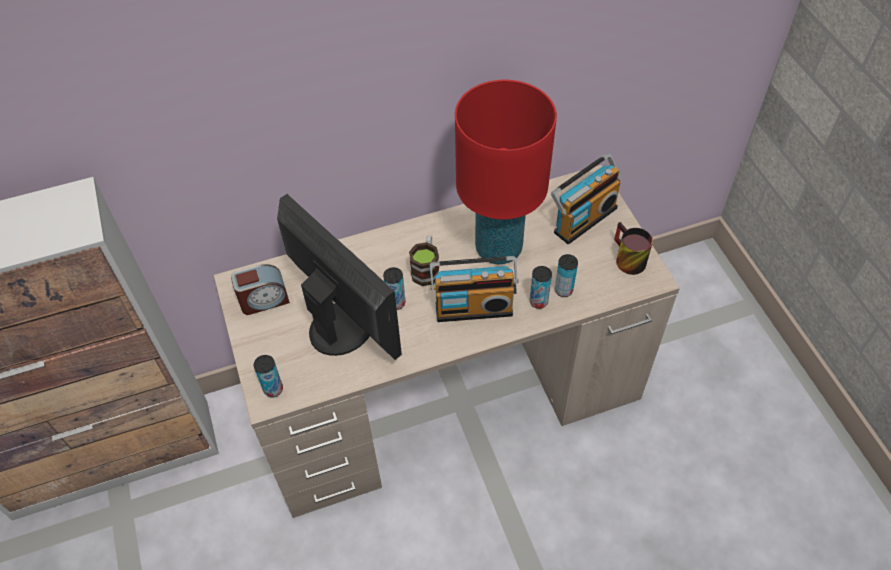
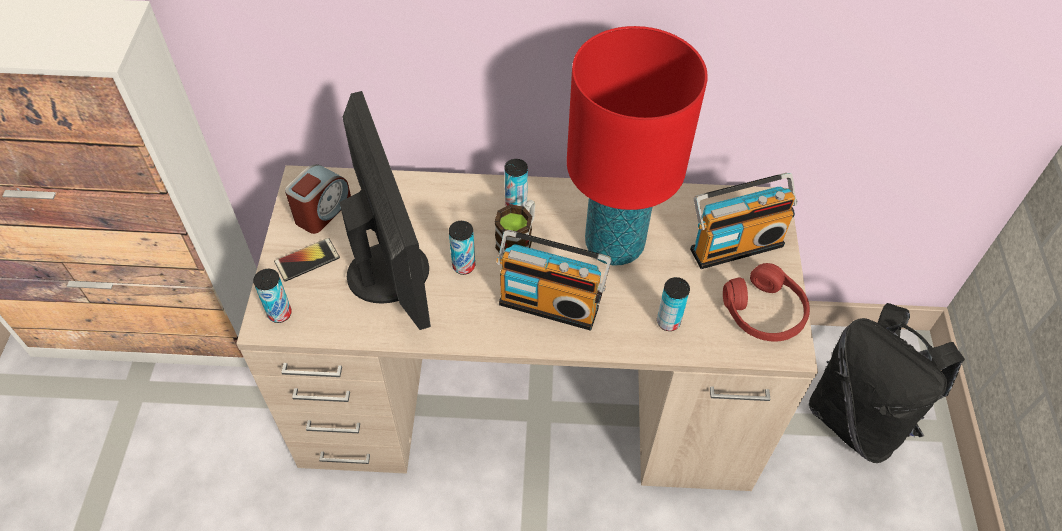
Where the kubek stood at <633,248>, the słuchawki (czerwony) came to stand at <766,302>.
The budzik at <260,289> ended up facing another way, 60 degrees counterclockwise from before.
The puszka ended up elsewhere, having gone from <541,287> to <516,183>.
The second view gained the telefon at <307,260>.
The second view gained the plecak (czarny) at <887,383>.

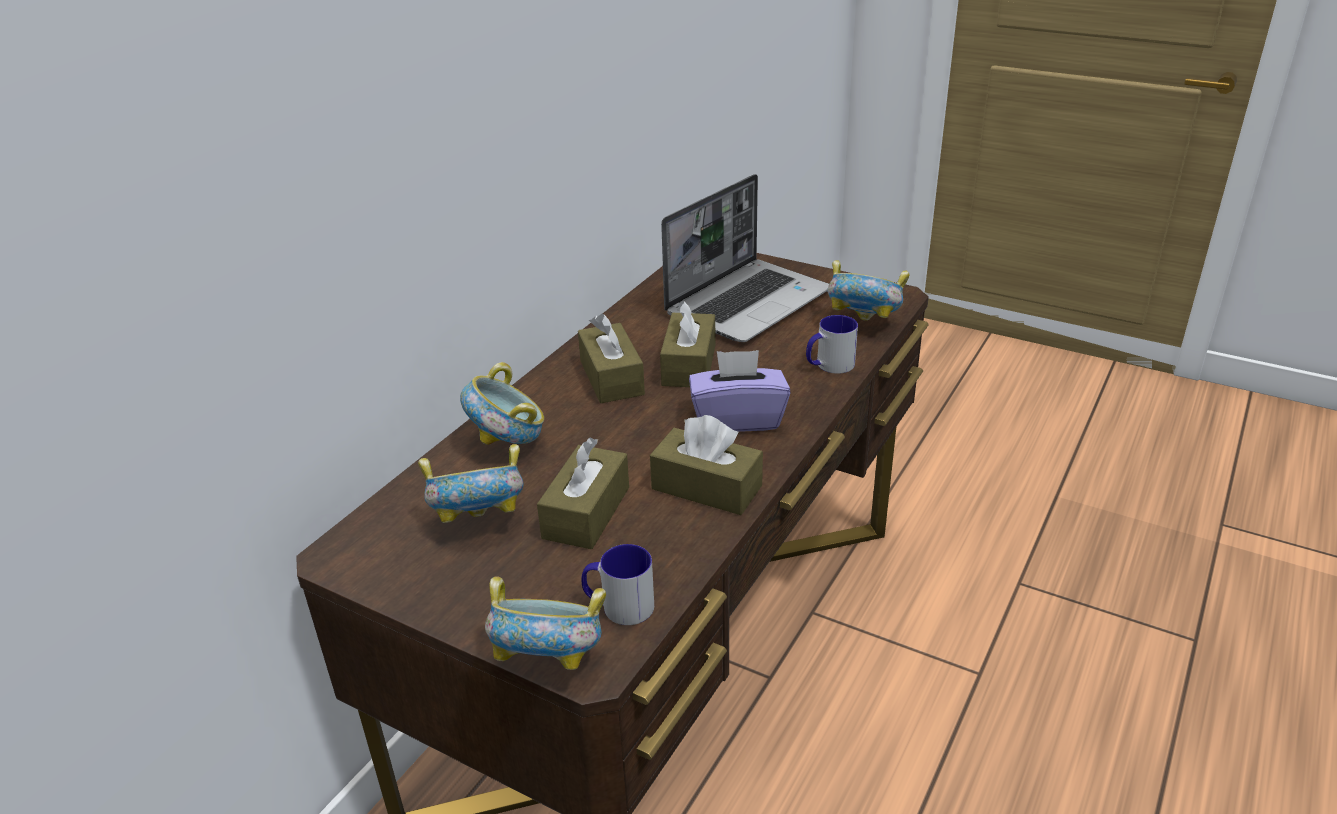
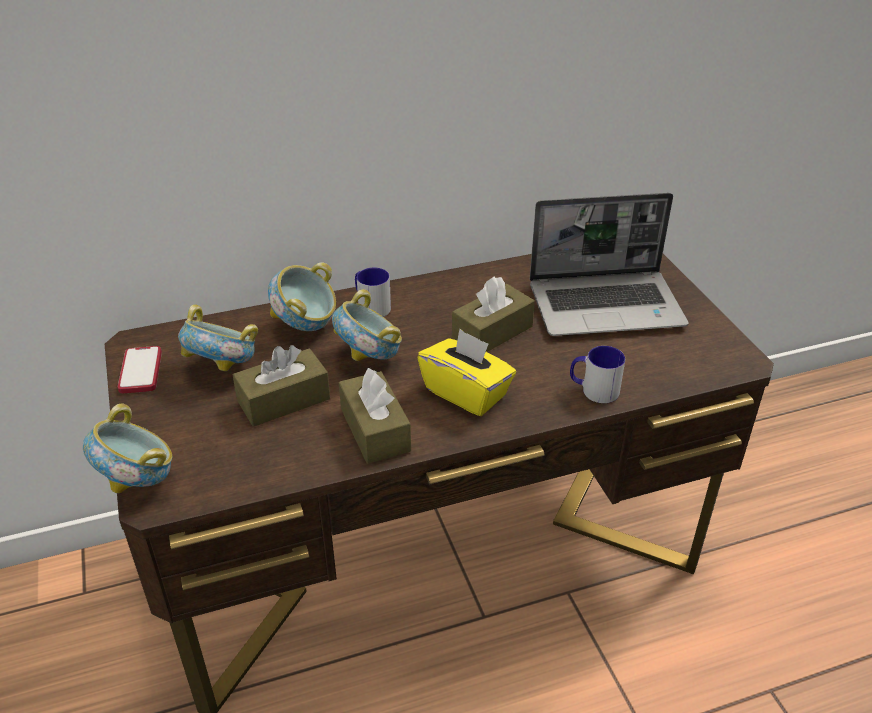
The miska ended up elsewhere, having gone from <868,290> to <367,325>.
The second view lost the pudełko chusteczek (brązowy) at <611,358>.
What was the pudełko chusteczek (fioletowy) at <740,391> turned into the pudełko chusteczek (żółty) at <466,372>.
The kubek ended up elsewhere, having gone from <617,584> to <373,292>.
The second view gained the telefon at <140,370>.

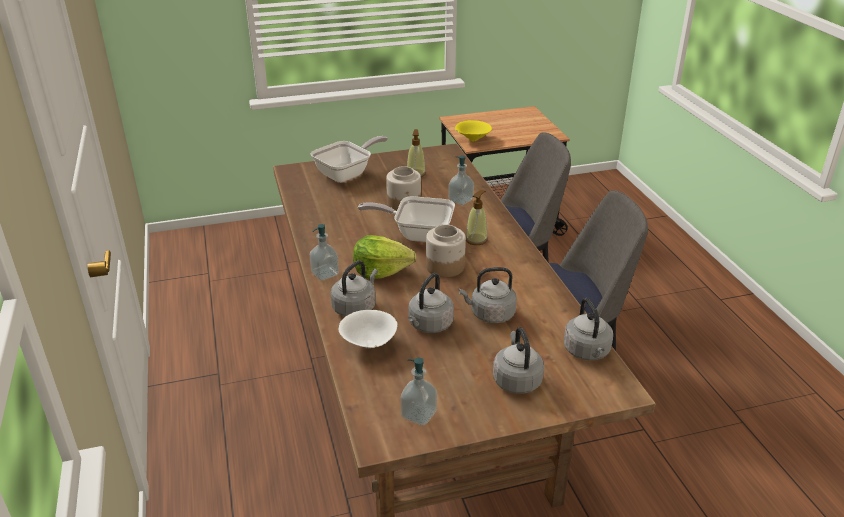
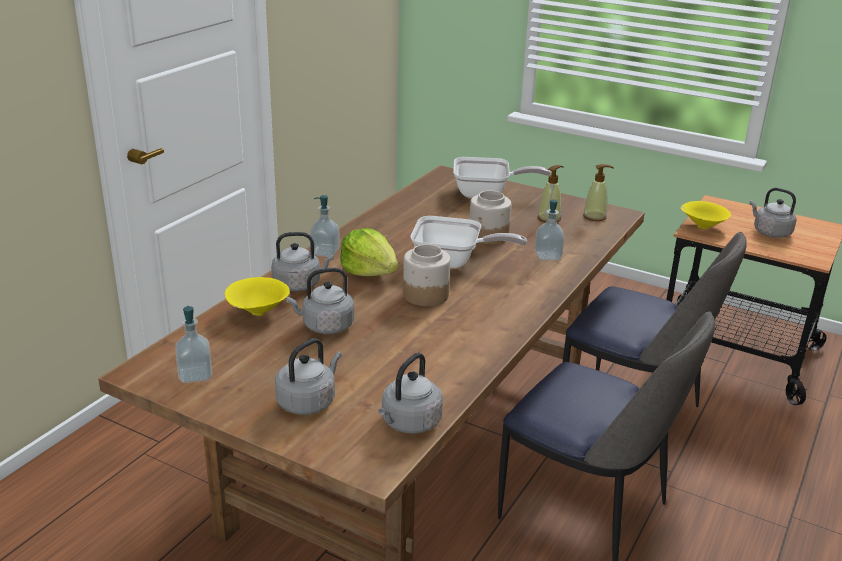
The dozownik mydła ended up elsewhere, having gone from <477,217> to <598,192>.
The patelnia at <406,219> ended up facing another way, 135 degrees clockwise from before.
The czajnik (szary) ended up elsewhere, having gone from <488,295> to <773,213>.
What was the miska (biały) at <368,329> turned into the miska (żółty) at <257,296>.

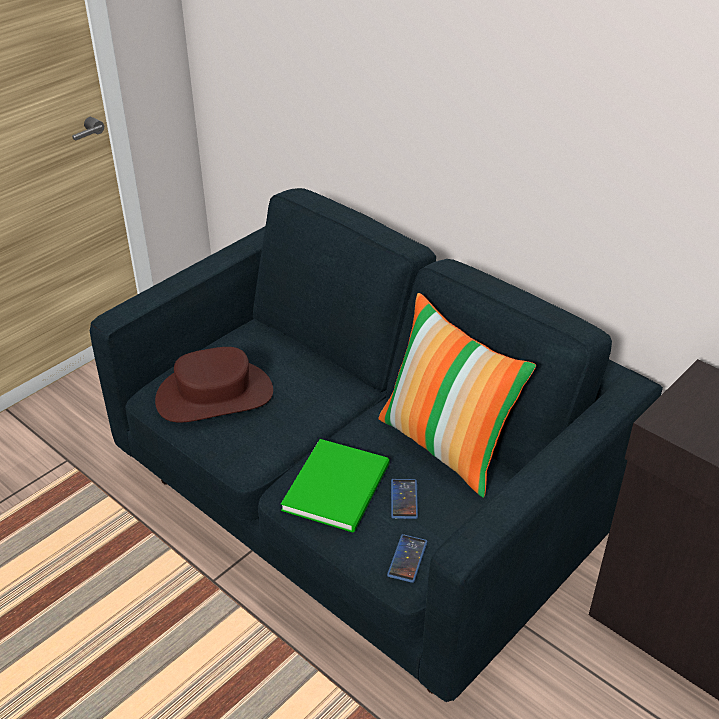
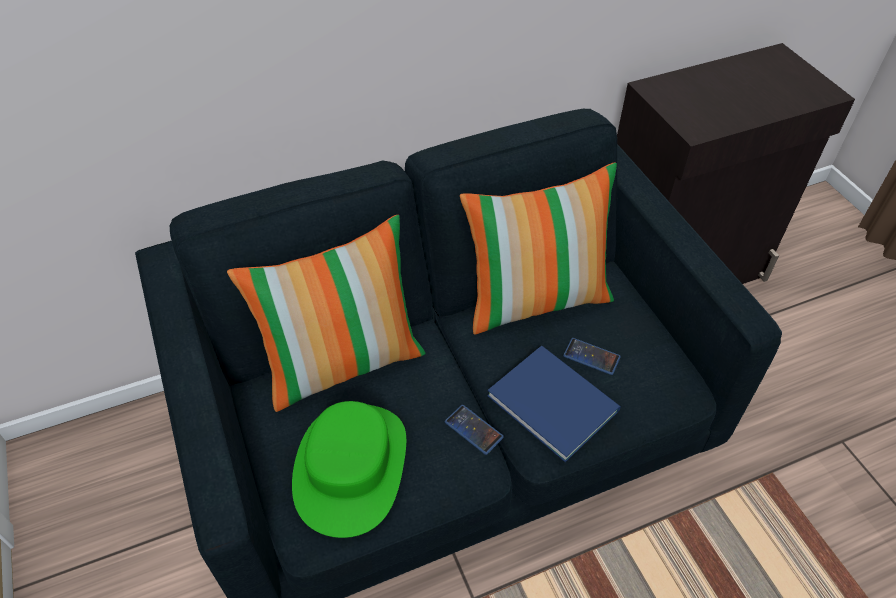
What was the kapelusz (brązowy) at <214,385> turned into the kapelusz (zielony) at <349,469>.
What was the książka (zielony) at <335,485> turned into the książka (niebieski) at <554,404>.
The telefon ended up elsewhere, having gone from <407,558> to <474,430>.
The second view gained the poduszka at <326,313>.

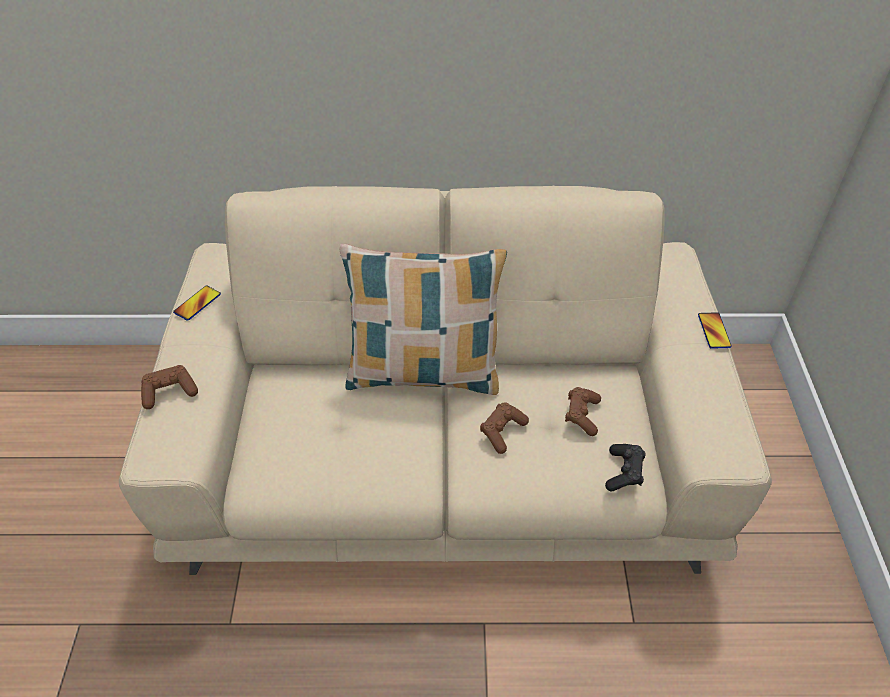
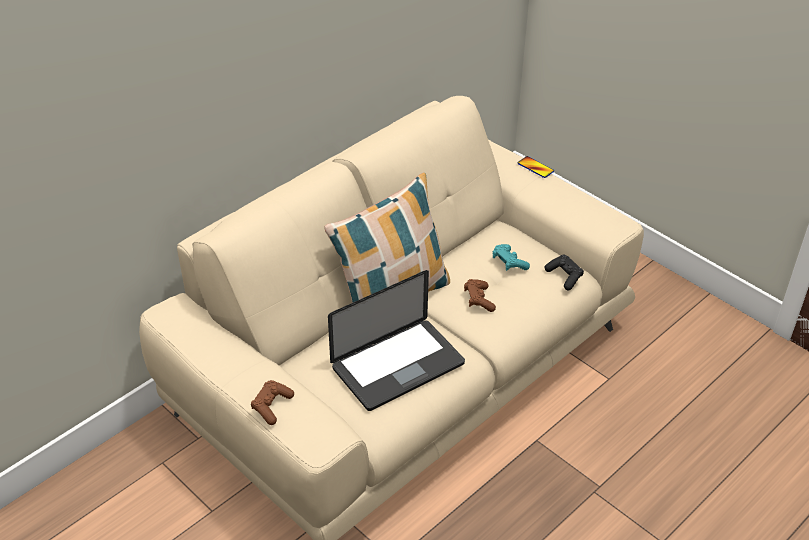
The second view lost the telefon at <197,303>.
What was the pad do gier (brązowy) at <583,411> turned into the pad do gier (turkusowy) at <511,257>.
The second view gained the laptop at <396,340>.

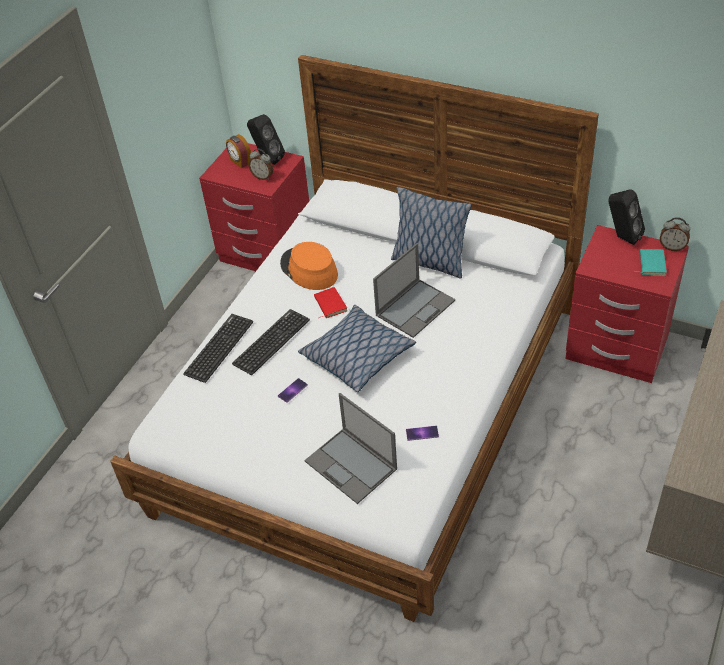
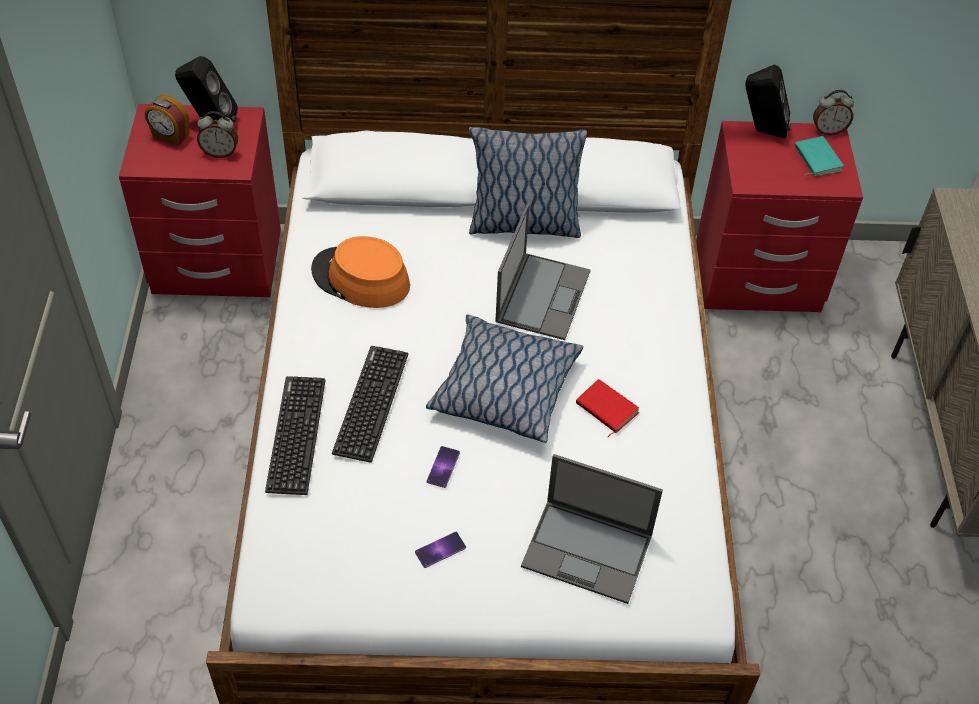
The książka (czerwony) ended up elsewhere, having gone from <330,302> to <607,408>.
The telefon ended up elsewhere, having gone from <422,433> to <440,550>.

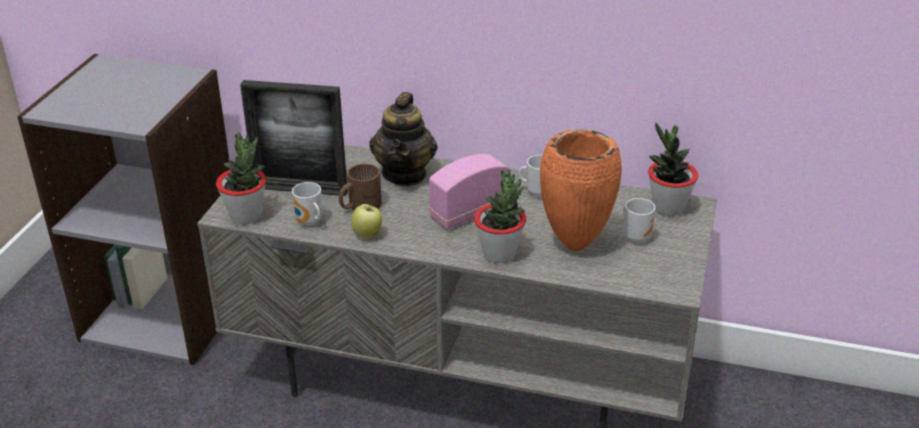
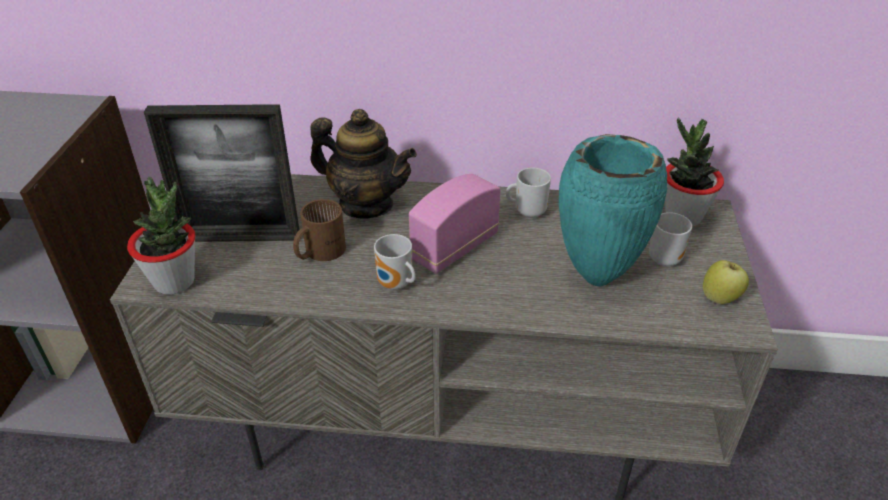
The imbryk at <403,139> ended up facing another way, 60 degrees counterclockwise from before.
What was the wazon (pomarańczowy) at <581,190> turned into the wazon (turkusowy) at <613,210>.
The second view lost the roślina doniczkowa at <500,215>.
The kubek ended up elsewhere, having gone from <307,204> to <395,262>.
The jabłko ended up elsewhere, having gone from <366,221> to <726,282>.

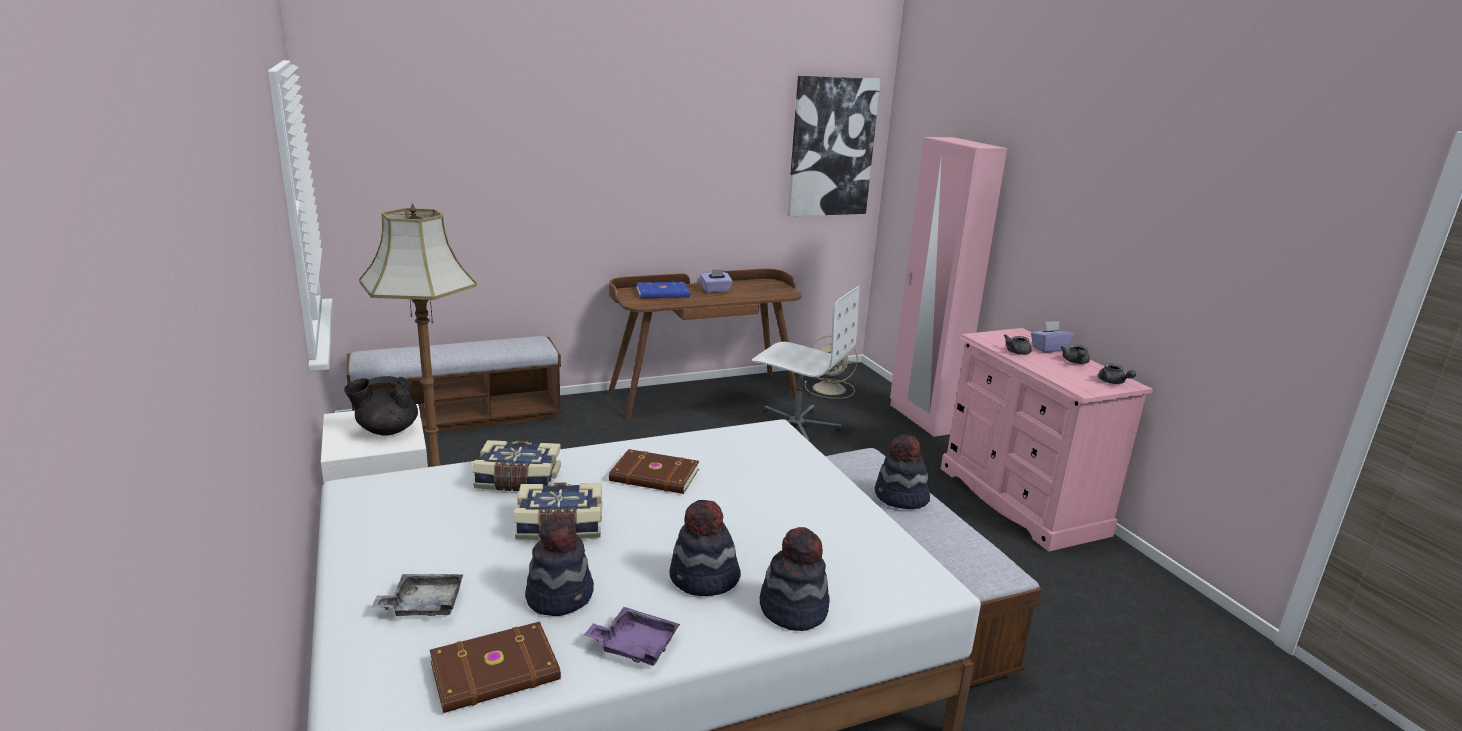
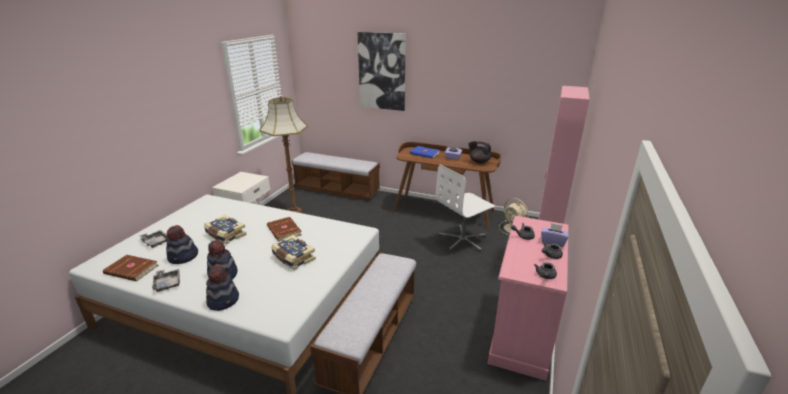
The obraz ended up elsewhere, having gone from <834,146> to <381,71>.
The krzesło biurowe (biały) at <806,363> ended up facing another way, 75 degrees clockwise from before.
The imbryk (czarny) ended up elsewhere, having gone from <381,406> to <479,152>.
The second view lost the kapelusz at <902,471>.
The książka ended up elsewhere, having gone from <516,465> to <293,252>.
What was the taca (fioletowy) at <632,636> turned into the taca (szary) at <166,280>.

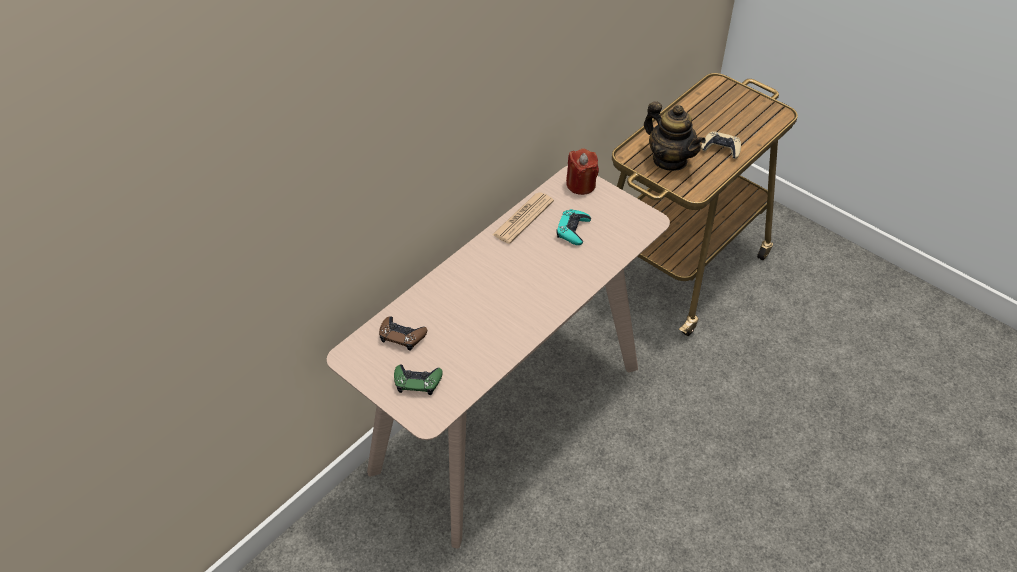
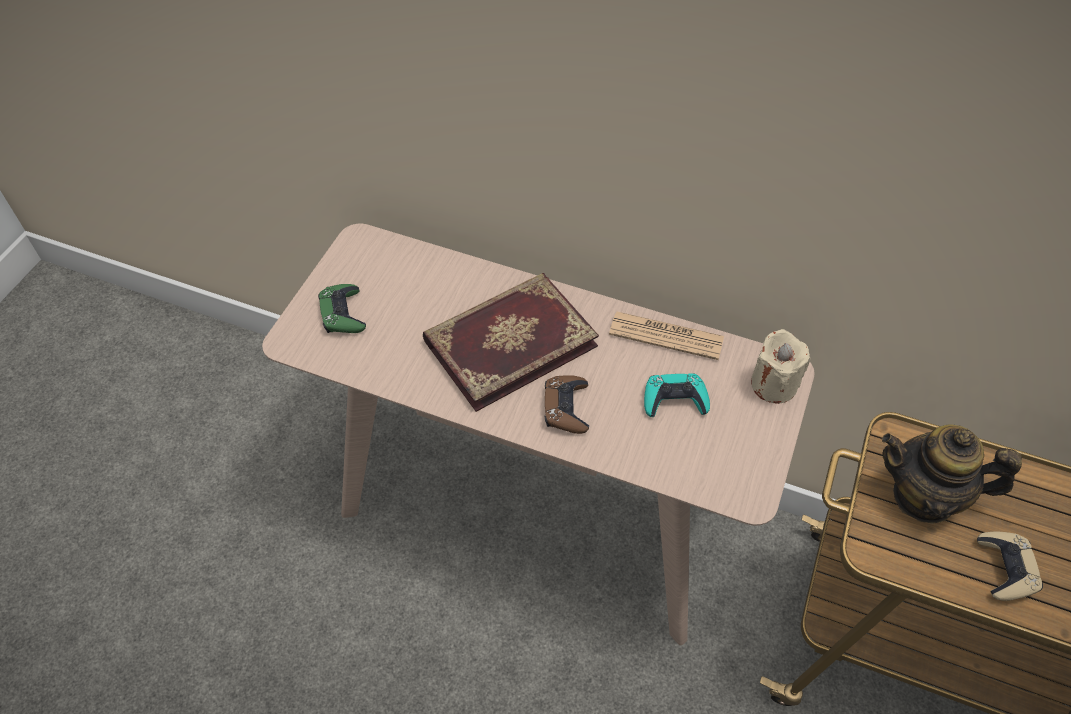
The imbryk at <675,136> ended up facing another way, 75 degrees clockwise from before.
What was the świeca (czerwony) at <582,171> turned into the świeca (beżowy) at <780,366>.
The pad do gier (brązowy) ended up elsewhere, having gone from <403,333> to <567,404>.
The second view gained the książka at <511,342>.

